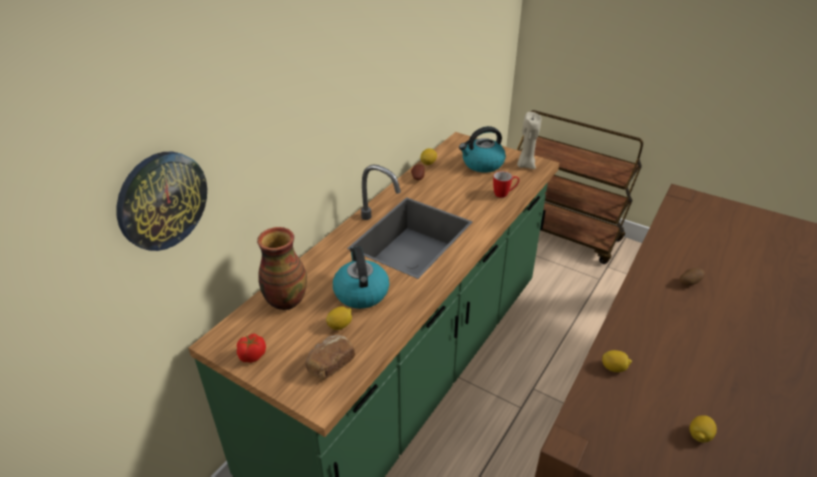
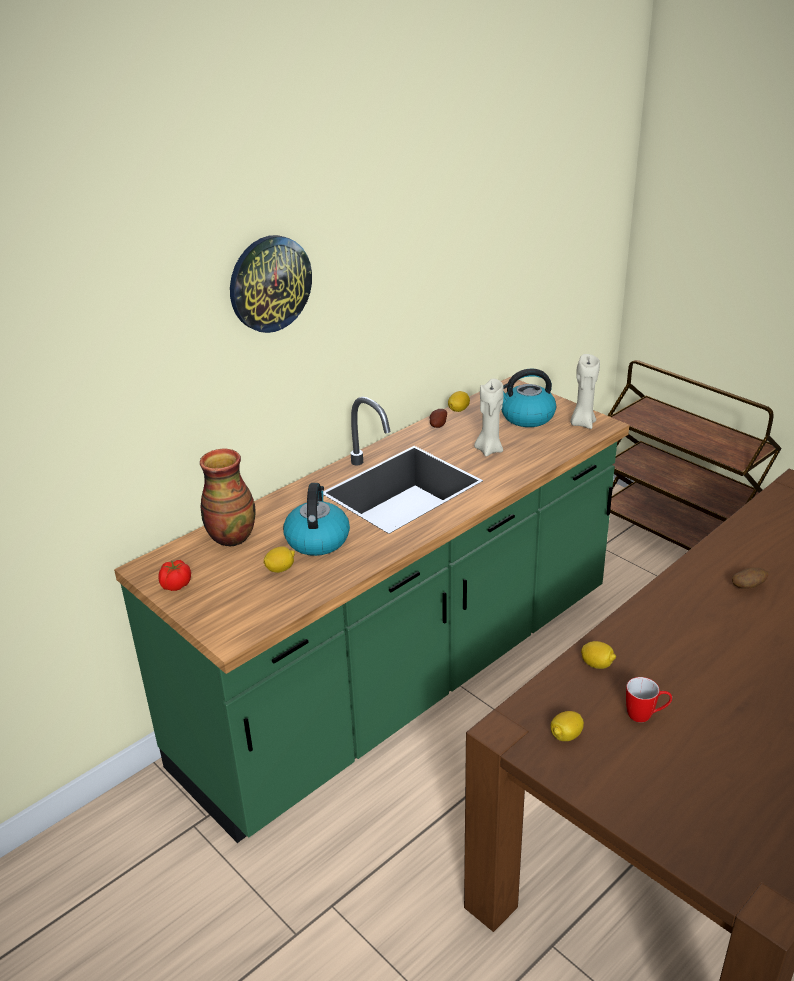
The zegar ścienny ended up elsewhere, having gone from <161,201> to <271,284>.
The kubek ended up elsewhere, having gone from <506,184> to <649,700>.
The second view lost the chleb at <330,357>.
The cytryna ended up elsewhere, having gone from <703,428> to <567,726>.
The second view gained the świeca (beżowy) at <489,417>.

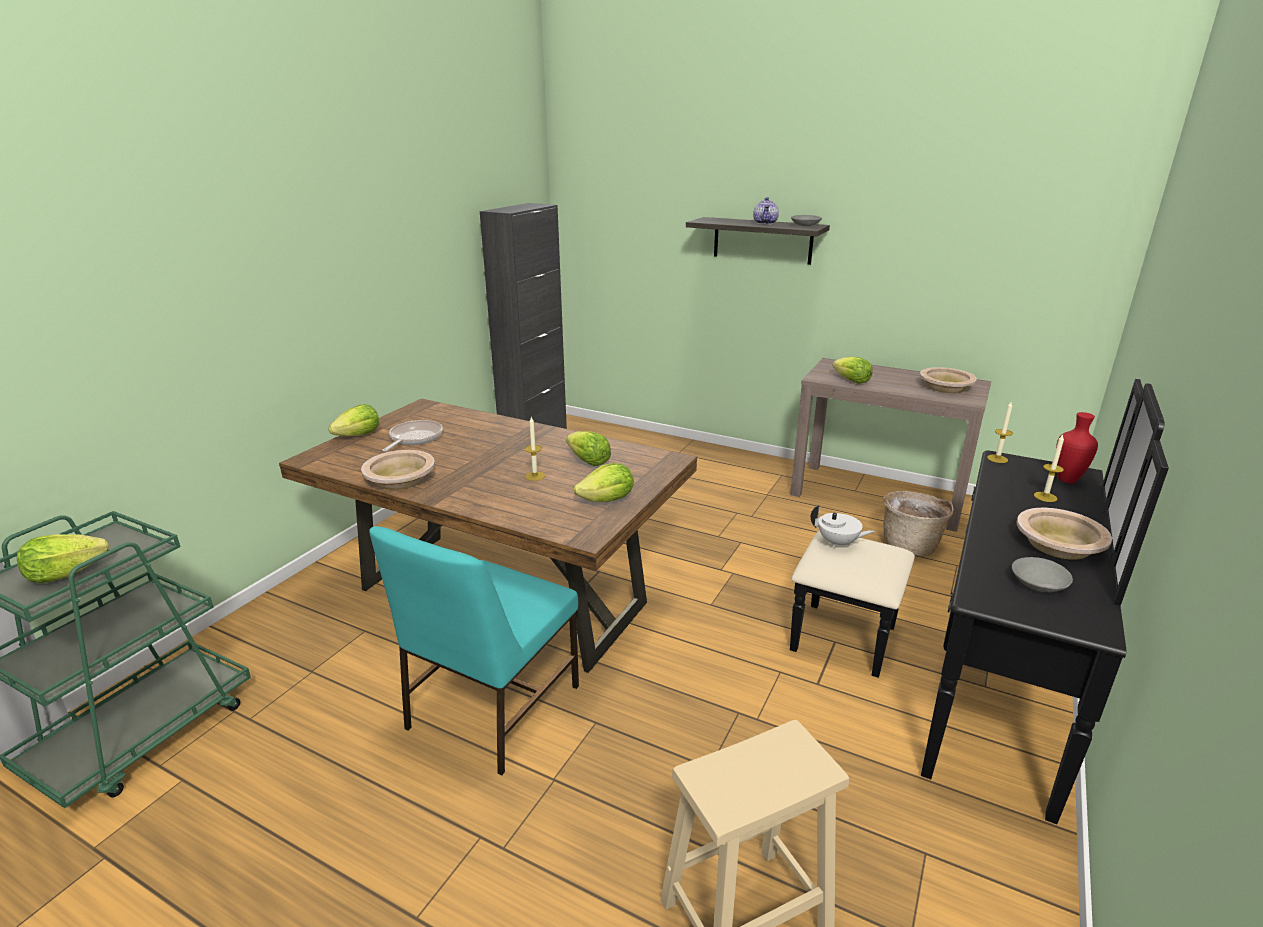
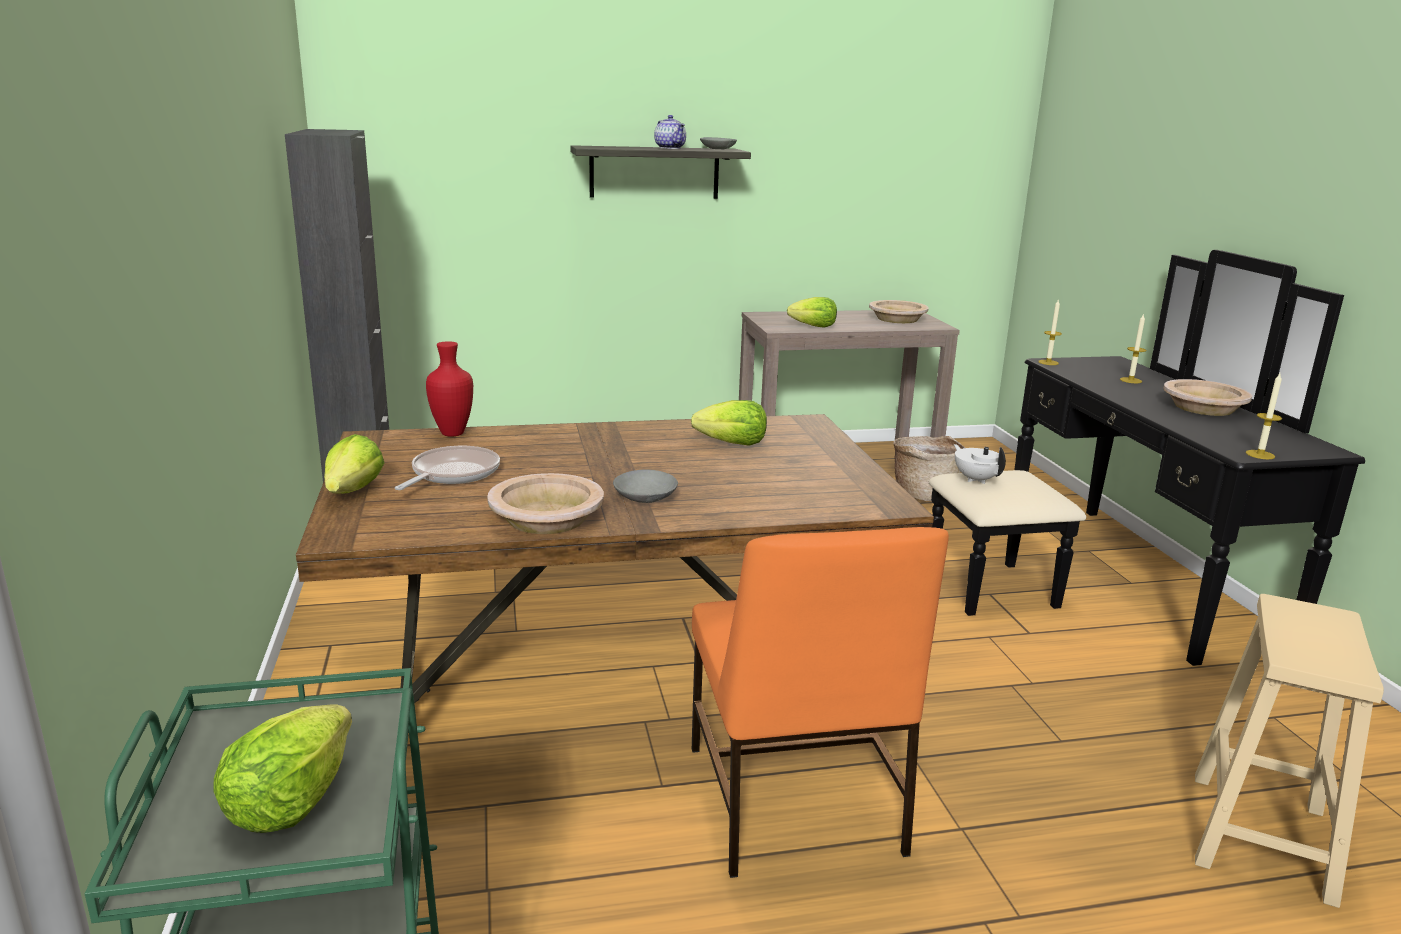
The wazon (czerwony) ended up elsewhere, having gone from <1077,447> to <449,389>.
The świeca ended up elsewhere, having gone from <535,449> to <1264,416>.
The patelnia at <412,436> ended up facing another way, 45 degrees clockwise from before.
The second view lost the sałata at <604,482>.
The imbryk (biały) at <843,526> ended up facing another way, 105 degrees counterclockwise from before.
What was the krzesło (turkusowy) at <474,651> turned into the krzesło (pomarańczowy) at <820,702>.
The miska (szary) ended up elsewhere, having gone from <1042,574> to <645,486>.

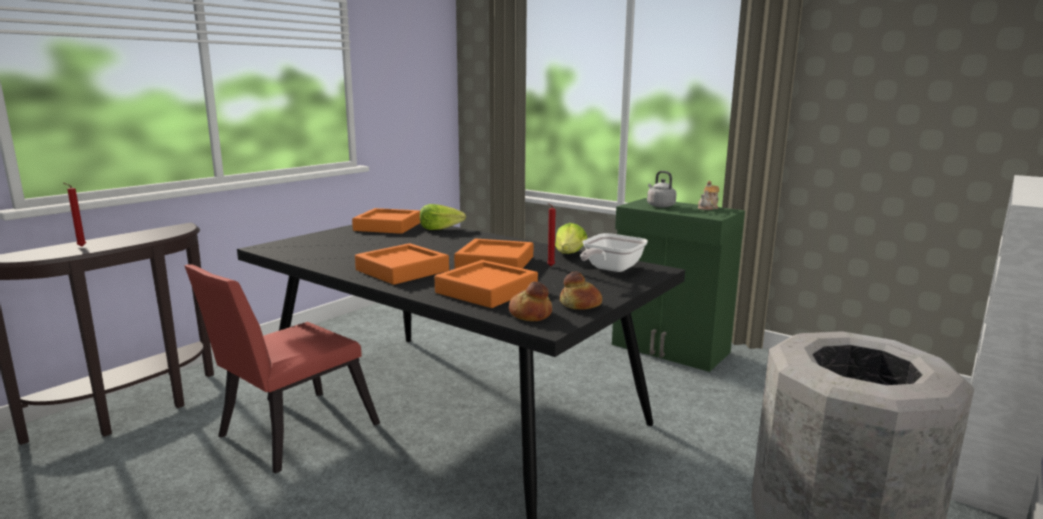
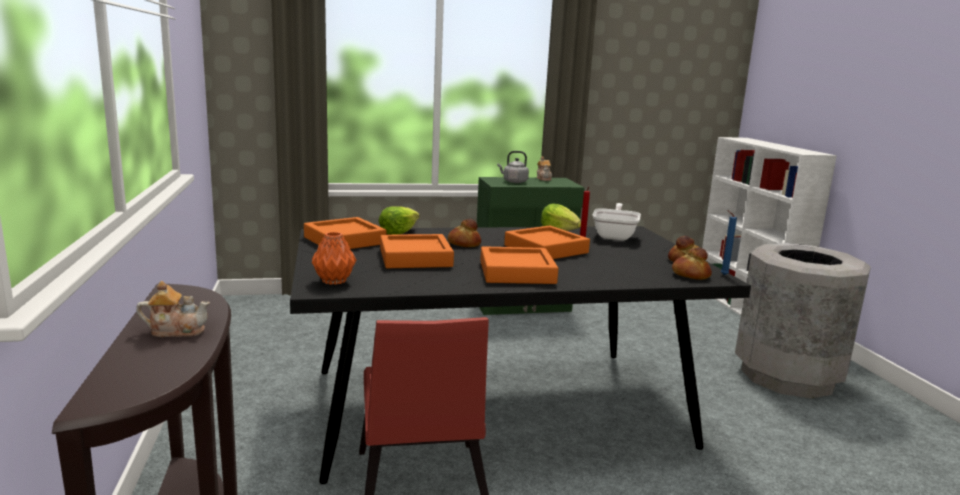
The second view lost the świeca (czerwony) at <75,214>.
The patelnia at <614,252> ended up facing another way, 150 degrees counterclockwise from before.
The taca (pomarańczowy) ended up elsewhere, having gone from <486,284> to <417,251>.
The second view gained the świeca (niebieski) at <729,242>.
The second view gained the chleb at <464,233>.
The second view gained the wazon (pomarańczowy) at <334,258>.
The second view gained the imbryk at <173,309>.

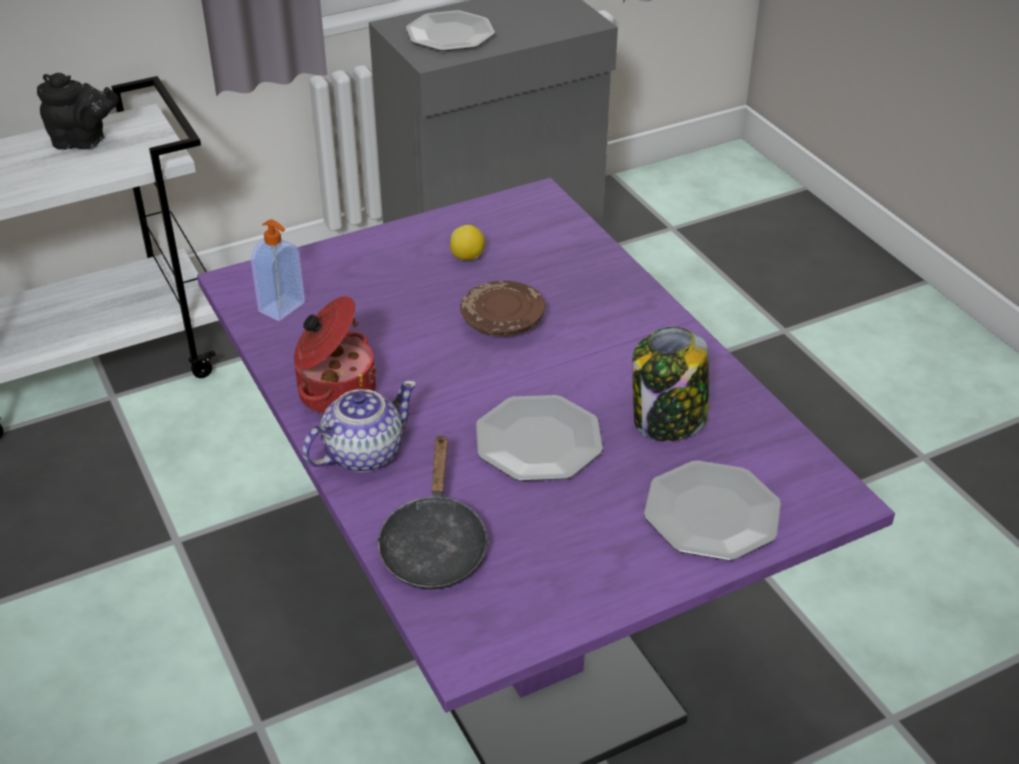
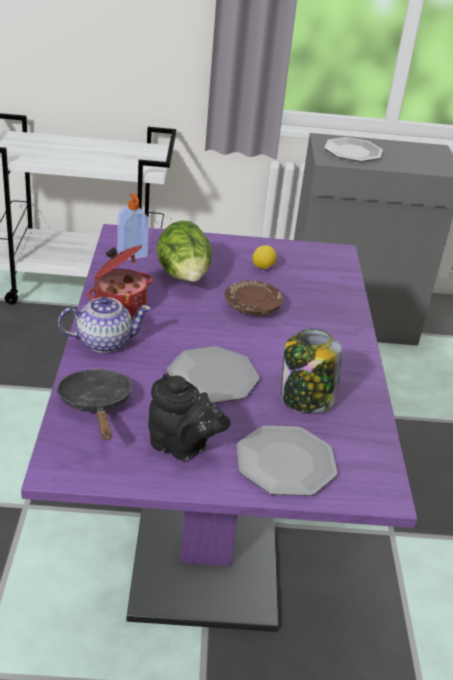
The imbryk (czarny) ended up elsewhere, having gone from <78,111> to <189,417>.
The patelnia (czarny) at <432,512> ended up facing another way, 135 degrees clockwise from before.
The second view gained the sałata at <184,251>.

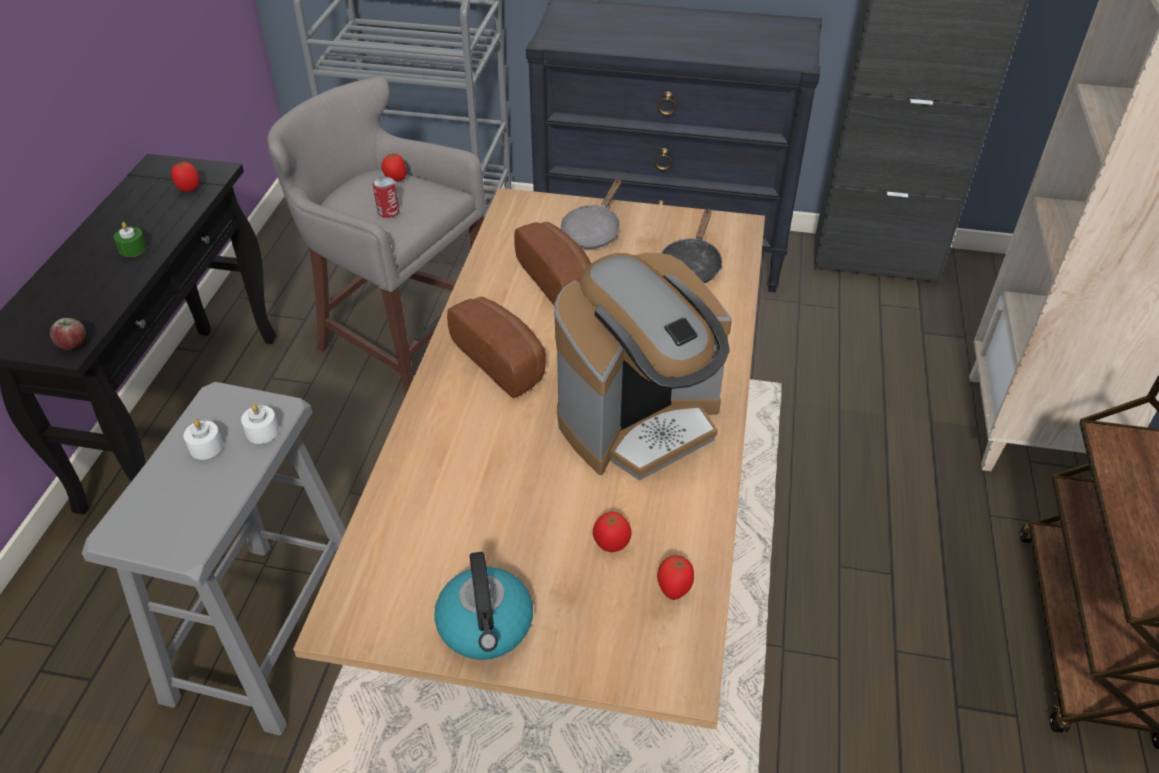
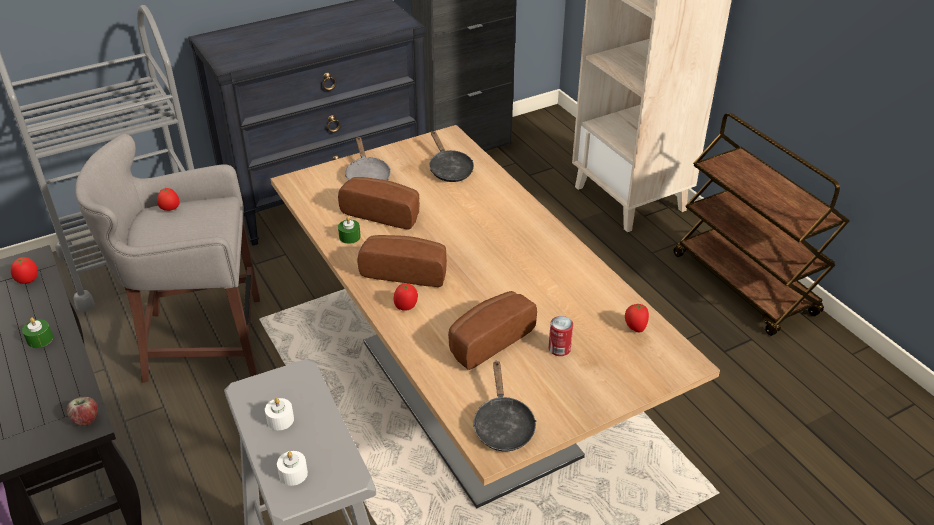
The puszka ended up elsewhere, having gone from <386,197> to <561,336>.
The second view lost the ekspres do kawy at <643,367>.
The świeca (biały) ended up elsewhere, having gone from <260,424> to <292,468>.
The pomidor ended up elsewhere, having gone from <612,532> to <406,297>.
The second view lost the czajnik at <483,606>.
The second view gained the świeca (zielony) at <349,230>.
The second view gained the chleb at <492,330>.
The second view gained the patelnia (czarny) at <504,405>.

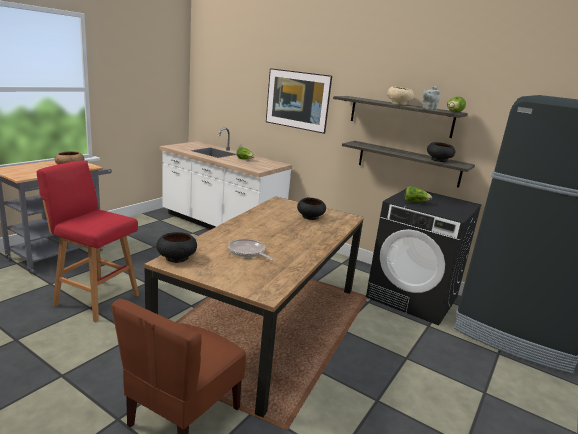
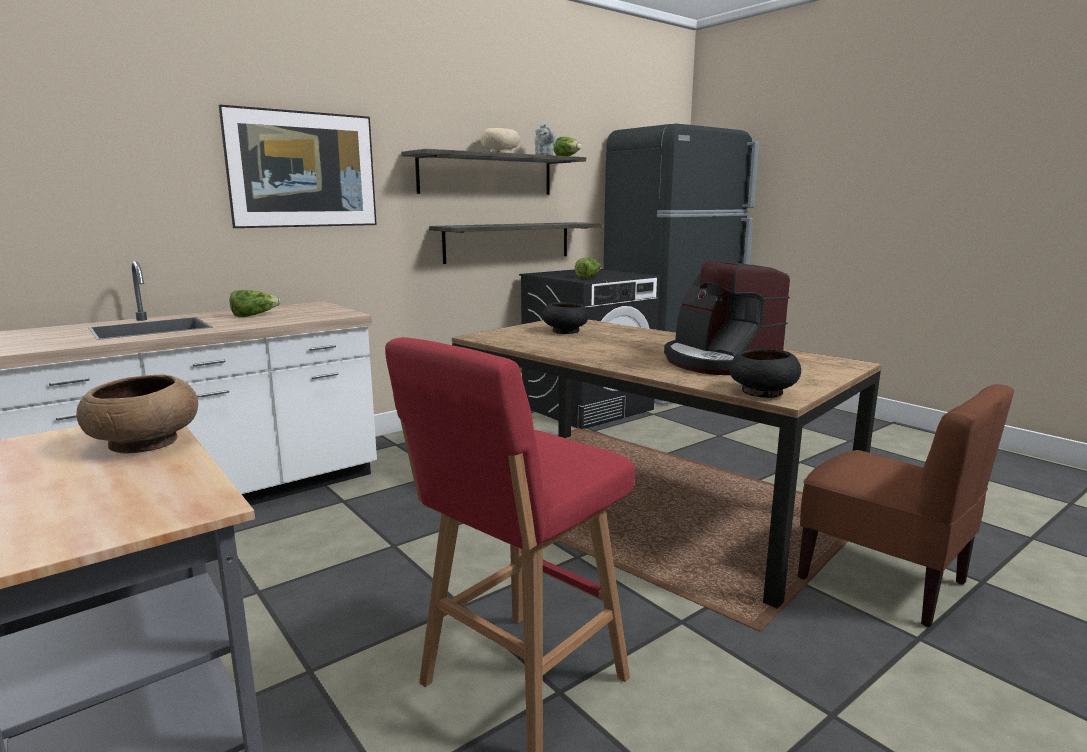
The second view lost the miska (czarny) at <441,152>.
Where the patelnia stood at <251,250>, the ekspres do kawy came to stand at <727,317>.

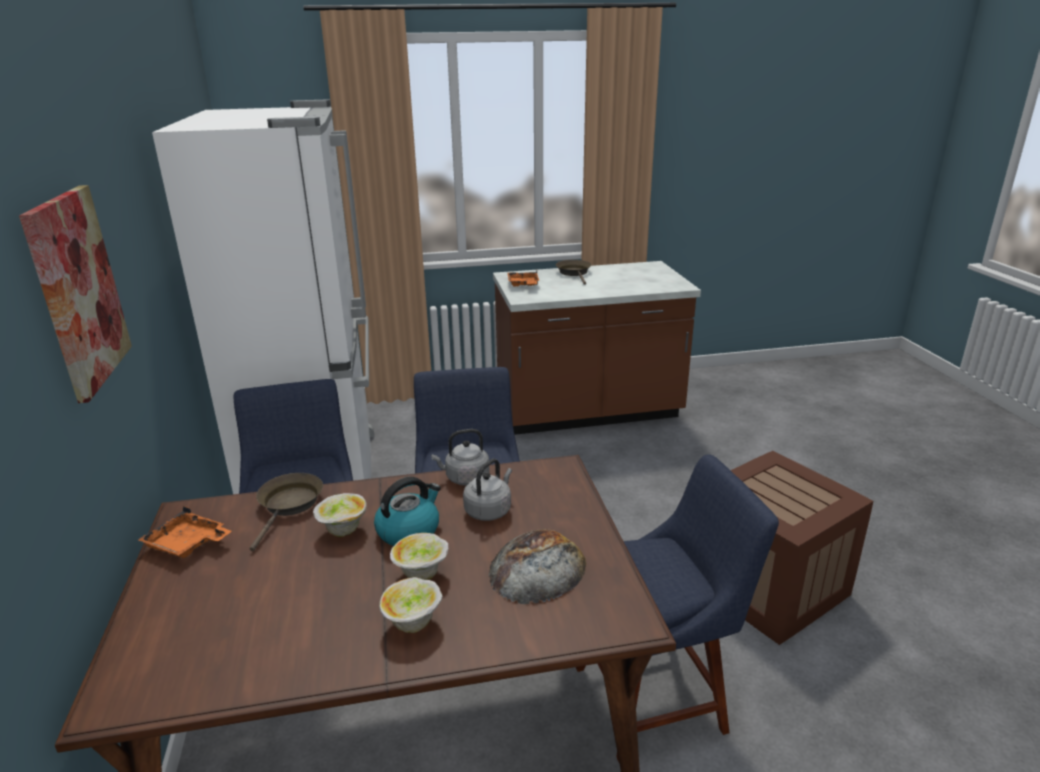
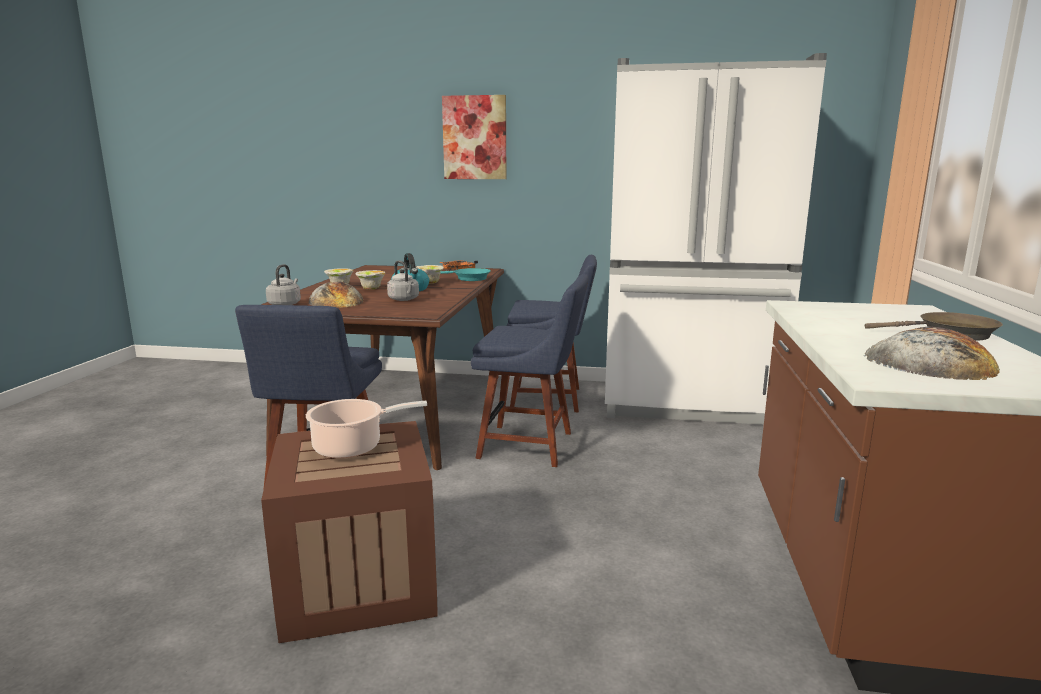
The second view lost the taca (pomarańczowy) at <523,278>.
The czajnik (szary) ended up elsewhere, having gone from <460,457> to <283,284>.
What was the patelnia (brązowy) at <286,512> turned into the patelnia (turkusowy) at <465,274>.
The second view gained the chleb at <932,353>.
The second view gained the garnek at <366,428>.

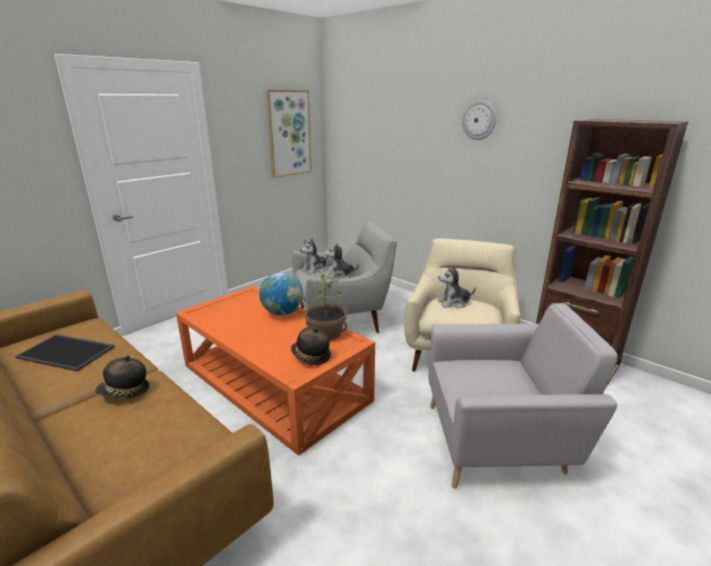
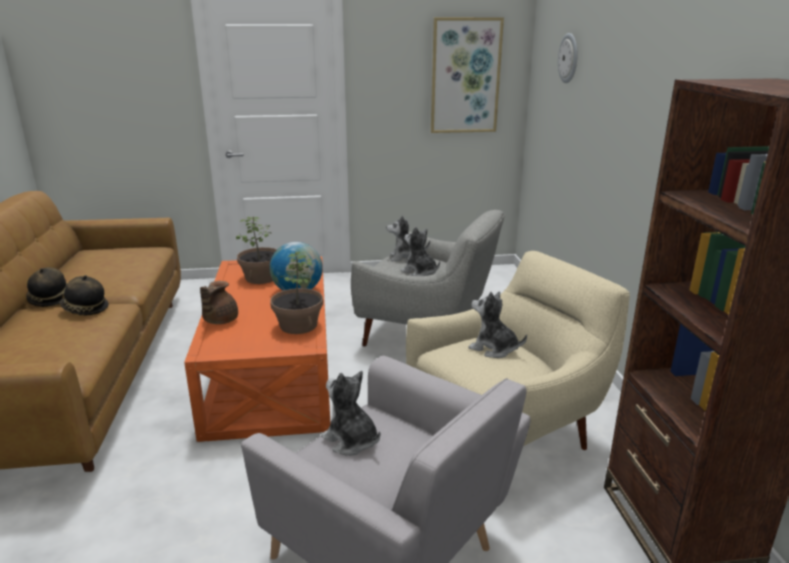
The zegar ścienny ended up elsewhere, having gone from <479,120> to <568,58>.
The kapelusz ended up elsewhere, having gone from <311,346> to <46,287>.
The second view lost the taca at <65,352>.
The second view gained the roślina doniczkowa at <256,250>.
The second view gained the imbryk (brązowy) at <219,302>.
The second view gained the pluszak at <350,413>.

